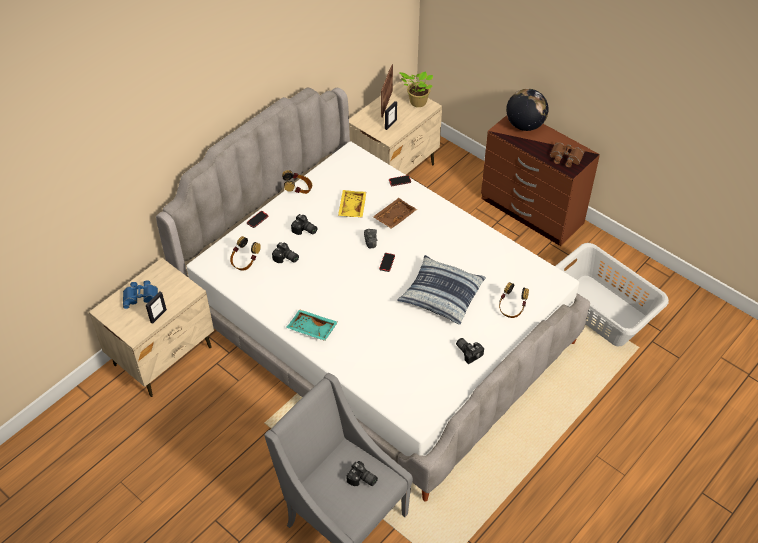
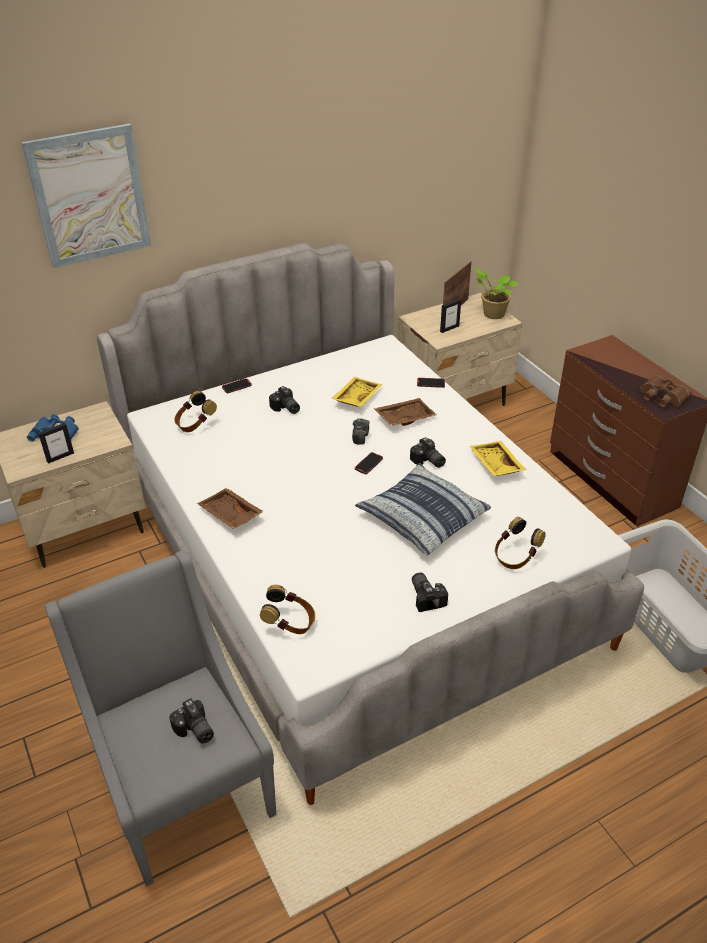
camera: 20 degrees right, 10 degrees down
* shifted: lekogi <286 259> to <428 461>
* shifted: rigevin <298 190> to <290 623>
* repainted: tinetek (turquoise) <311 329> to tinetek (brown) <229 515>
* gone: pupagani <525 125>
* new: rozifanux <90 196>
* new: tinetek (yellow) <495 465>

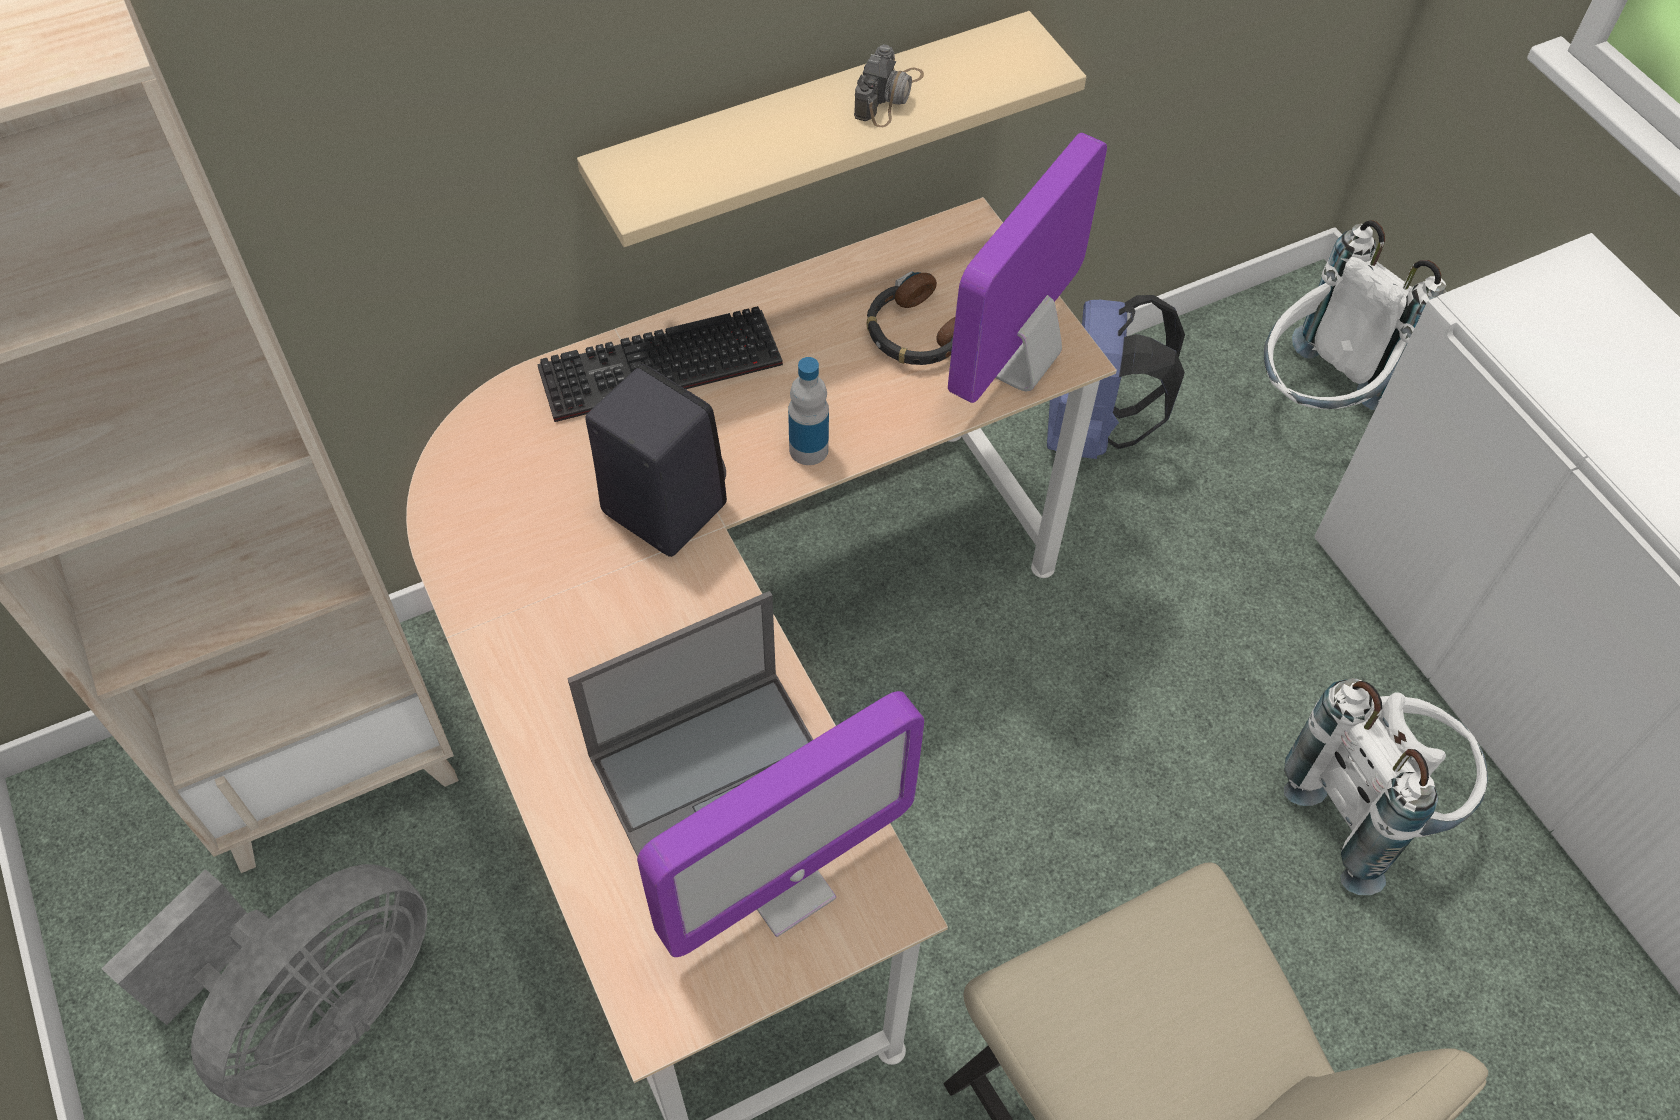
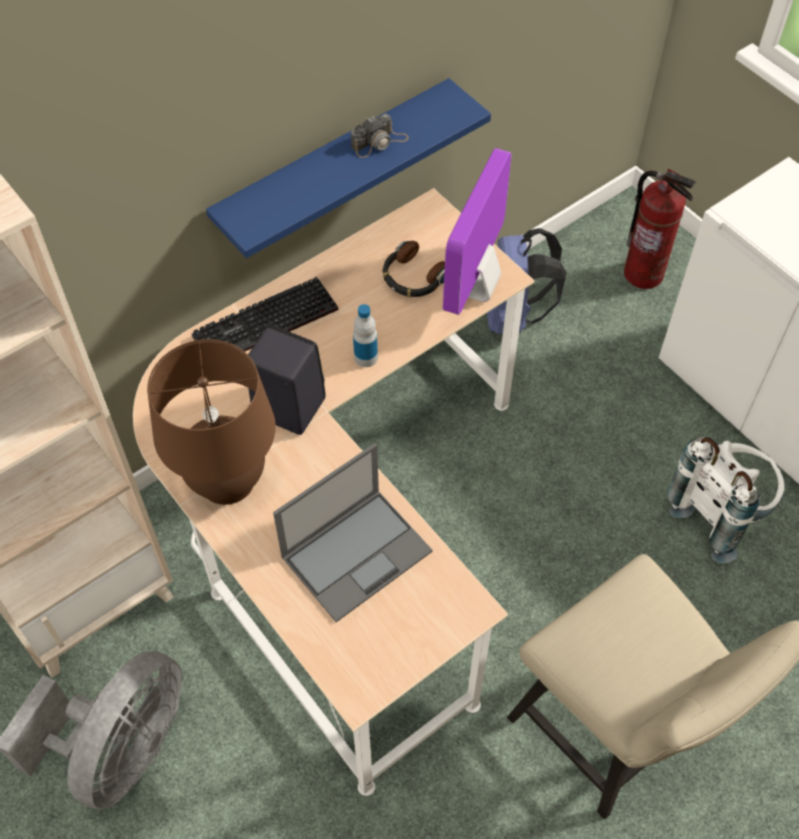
camera: 10 degrees left, 0 degrees up
* repainted: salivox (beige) <812 129> to salivox (blue) <334 168>
* gone: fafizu <784 886>
* rotated: lekogi <889 95> = <379 142> 45 degrees clockwise
* swapped: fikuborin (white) <1315 400> to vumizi <643 274>
* new: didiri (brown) <227 480>

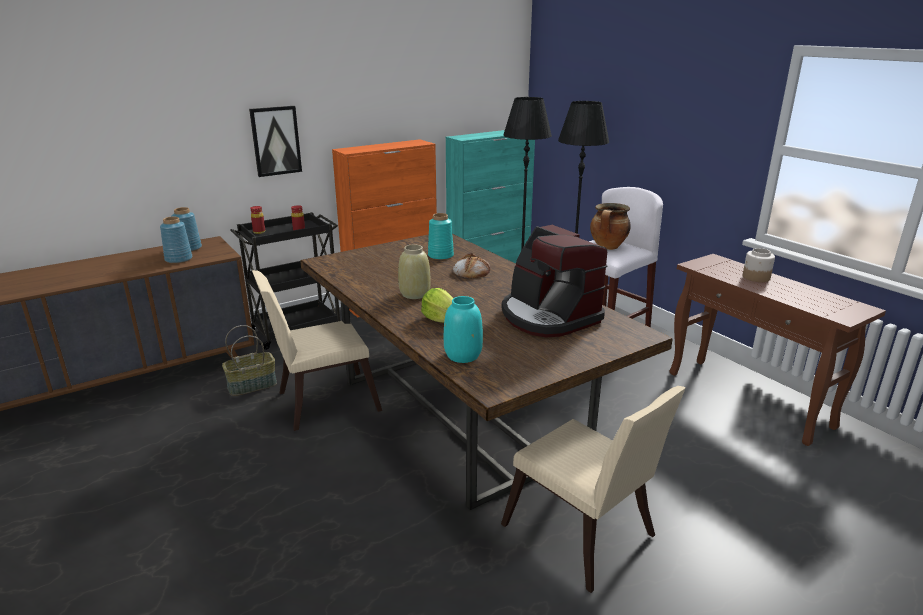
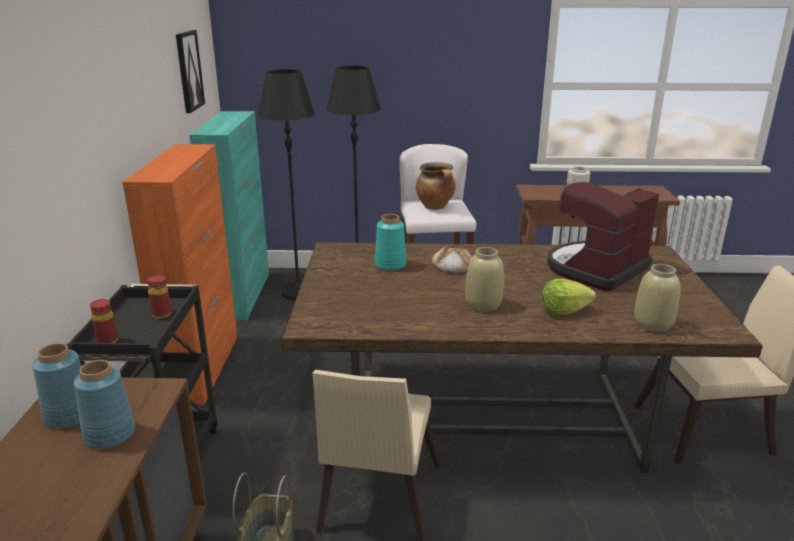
camera: 55 degrees left, 0 degrees up
* shifted: rozifanux <275 141> to <189 71>
* repainted: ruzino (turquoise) <463 356> to ruzino (beige) <653 325>
* rotated: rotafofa <548 316> = <595 269> 135 degrees clockwise

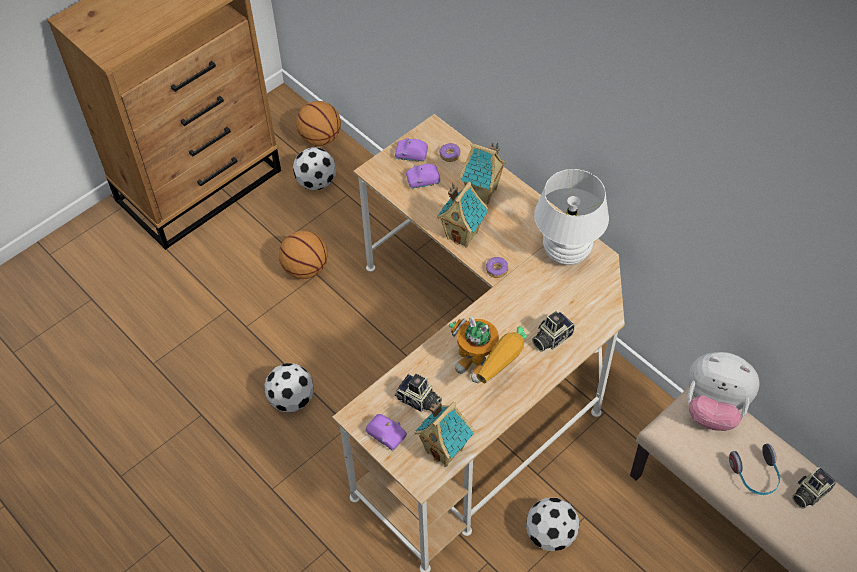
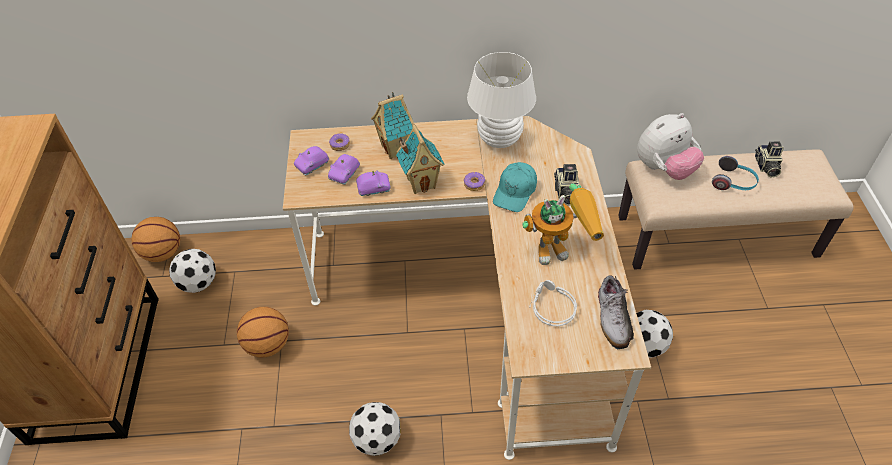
camera: 50 degrees left, 5 degrees down
* shifted: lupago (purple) <386 434> to <373 188>
* swapped: lekogi <419 401> to rigevin (grey) <550 306>
* swapped: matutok <445 450> to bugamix <613 318>
* new: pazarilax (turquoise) <515 192>

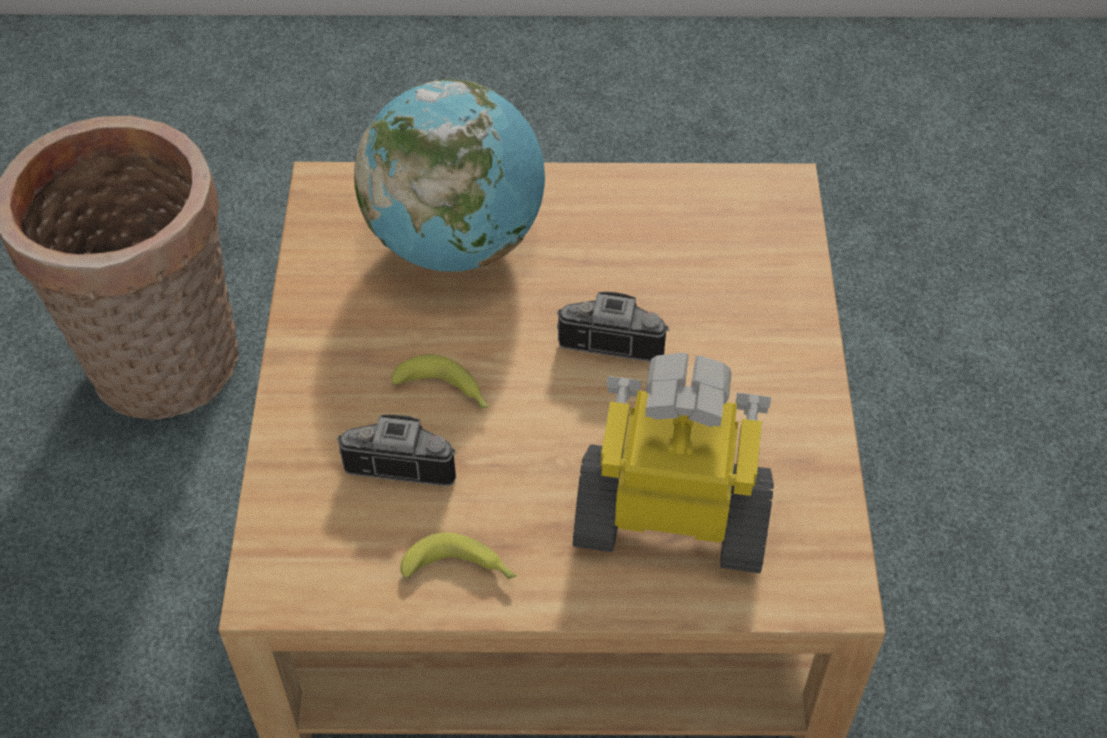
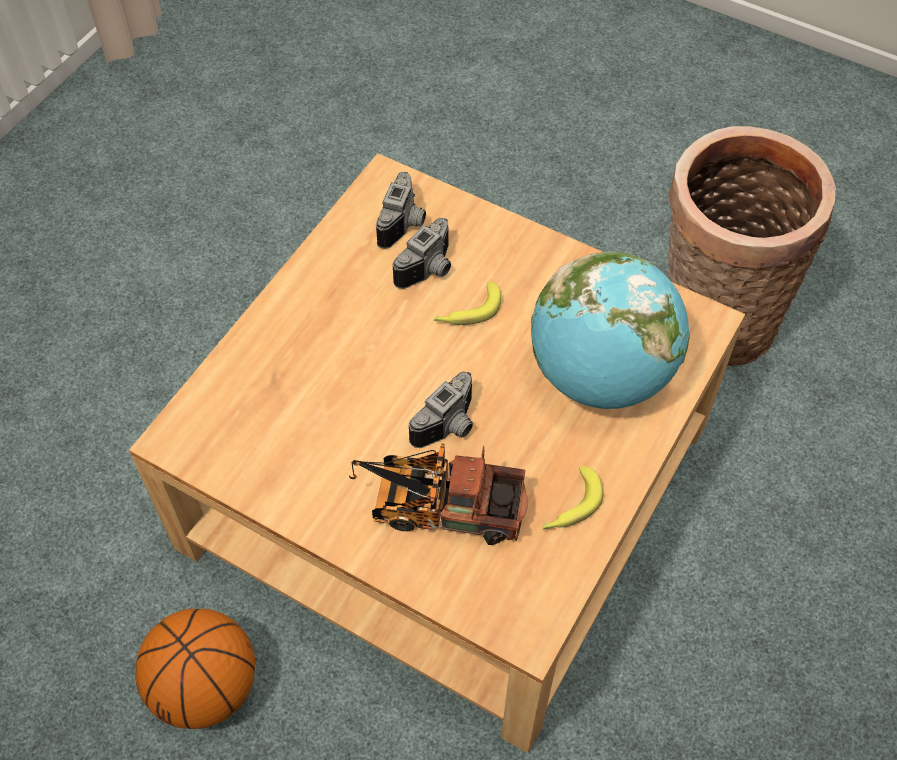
camera: 120 degrees right, 5 degrees up
* shifted: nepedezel <461 570> to <570 506>
* gone: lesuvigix <673 516>
* new: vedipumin <205 687>
* new: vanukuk <438 507>
* new: lekogi <405 224>

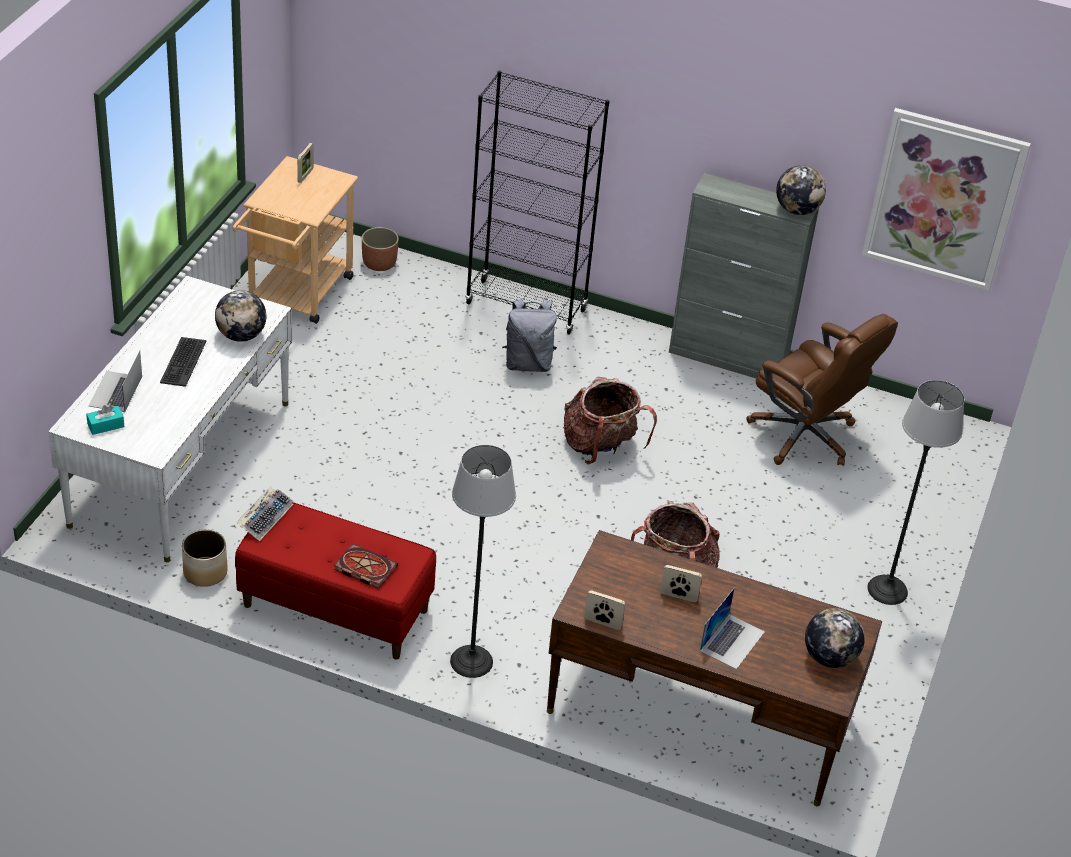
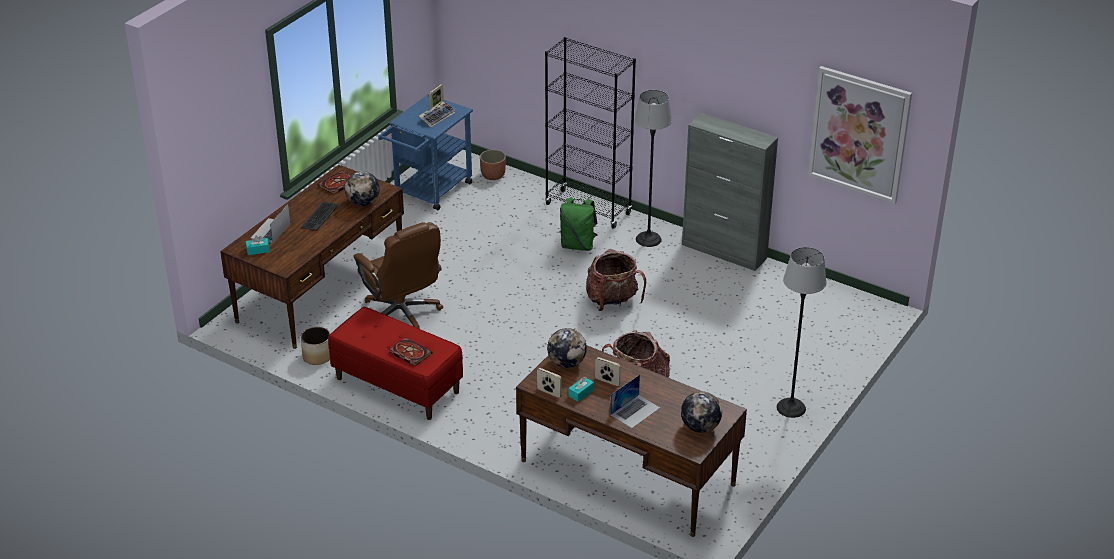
camera: 15 degrees right, 5 degrees down
* repainted: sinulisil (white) <181 463> to sinulisil (brown) <321 290>
* repainted: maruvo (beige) <296 296> to maruvo (blue) <429 192>
* shifted: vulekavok <265 517> to <437 116>
* shifted: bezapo <471 661> to <648 239>
* repainted: fikuborin (grey) <528 363> to fikuborin (green) <578 245>
* shifted: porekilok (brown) <805 436> to <402 314>
* shifted: pupagani <797 210> to <566 363>
* new: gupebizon <337 184>
* new: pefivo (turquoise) <581 393>

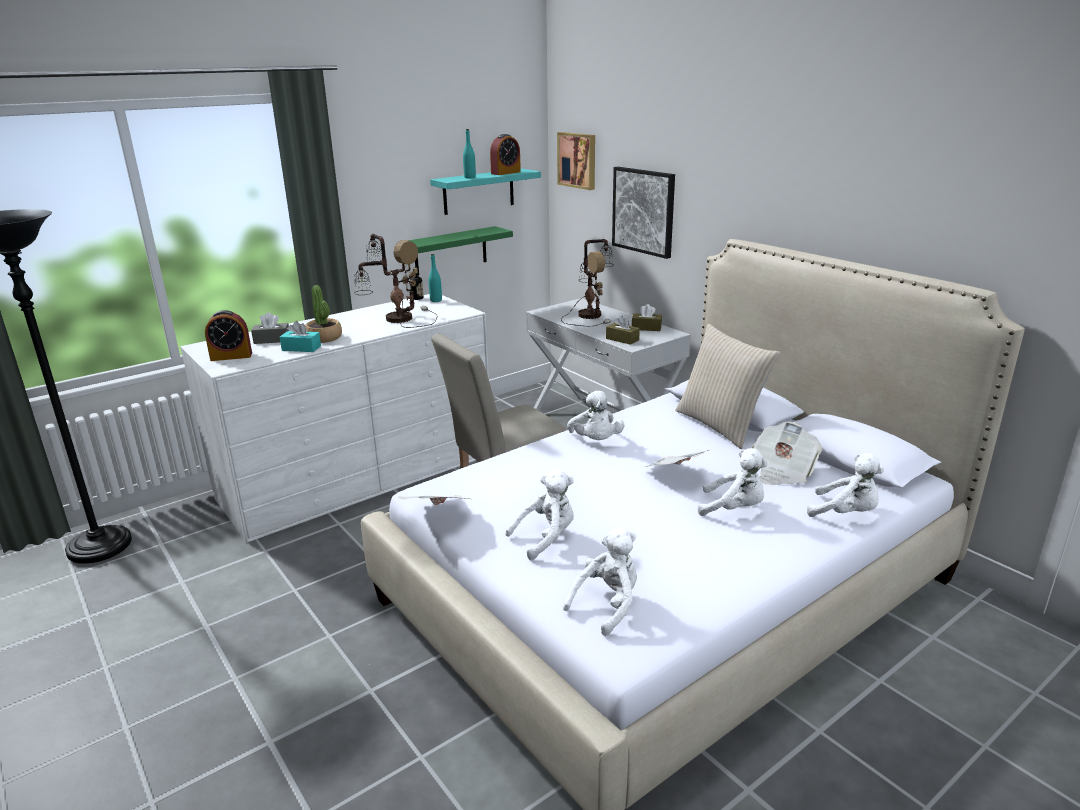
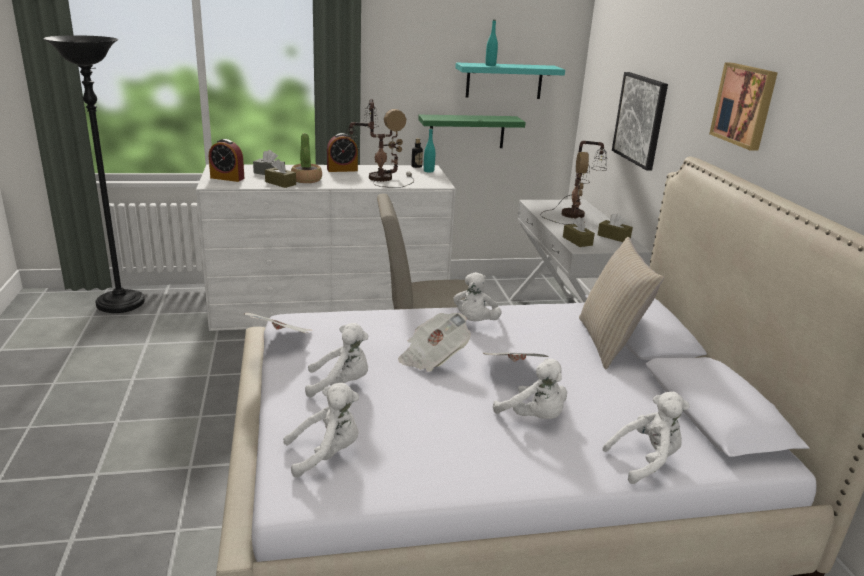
camera: 25 degrees right, 0 degrees up
* repainted: pefivo (turquoise) <301 348> to pefivo (brown) <280 183>
* shifted: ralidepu <505 173> to <342 170>
* shifted: rozifanux <578 160> to <745 105>
* shifted: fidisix <782 471> to <432 358>
* rotated: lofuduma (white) <845 513> = <646 461> 75 degrees counterclockwise

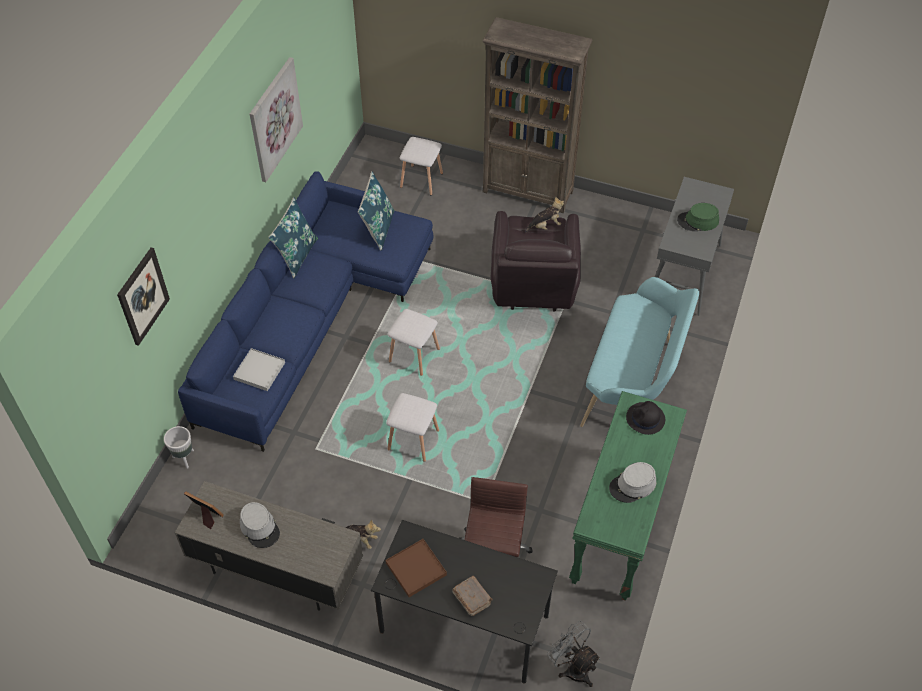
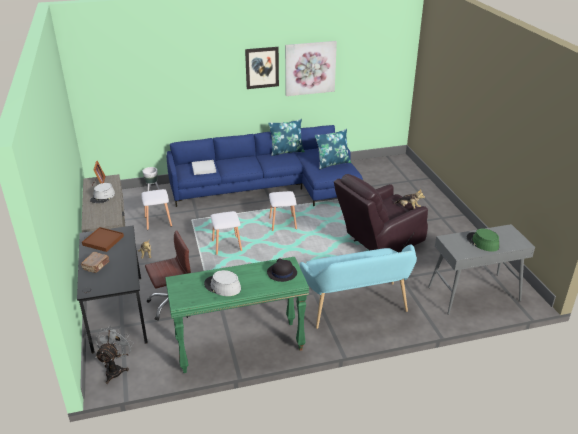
camera: 55 degrees right, 20 degrees down
* shifted: rozifanux <143 296> to <262 67>
* shifted: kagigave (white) <422 180> to <158 222>
* gone: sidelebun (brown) <528 192>

